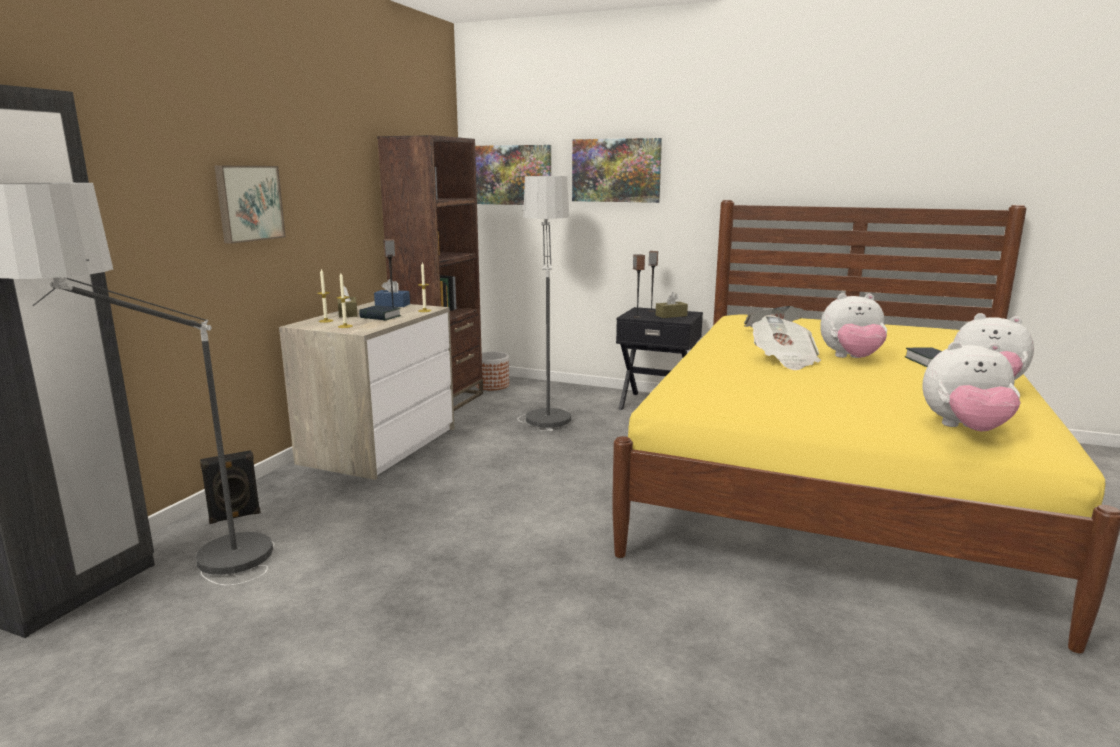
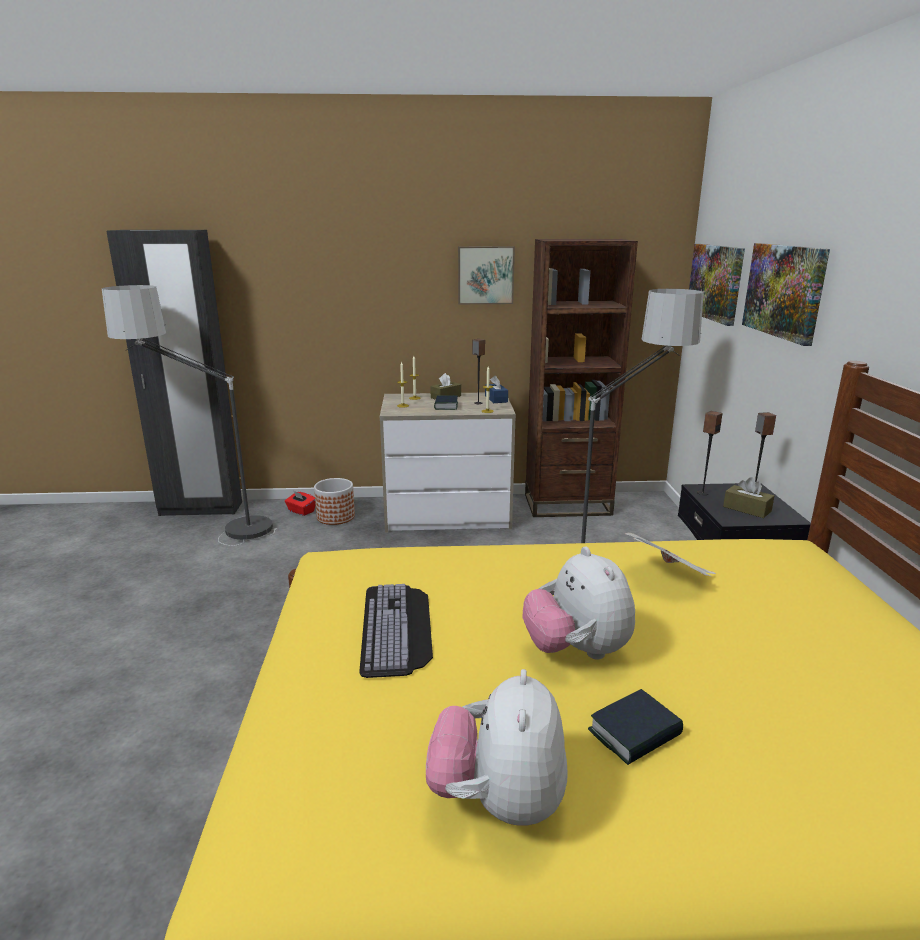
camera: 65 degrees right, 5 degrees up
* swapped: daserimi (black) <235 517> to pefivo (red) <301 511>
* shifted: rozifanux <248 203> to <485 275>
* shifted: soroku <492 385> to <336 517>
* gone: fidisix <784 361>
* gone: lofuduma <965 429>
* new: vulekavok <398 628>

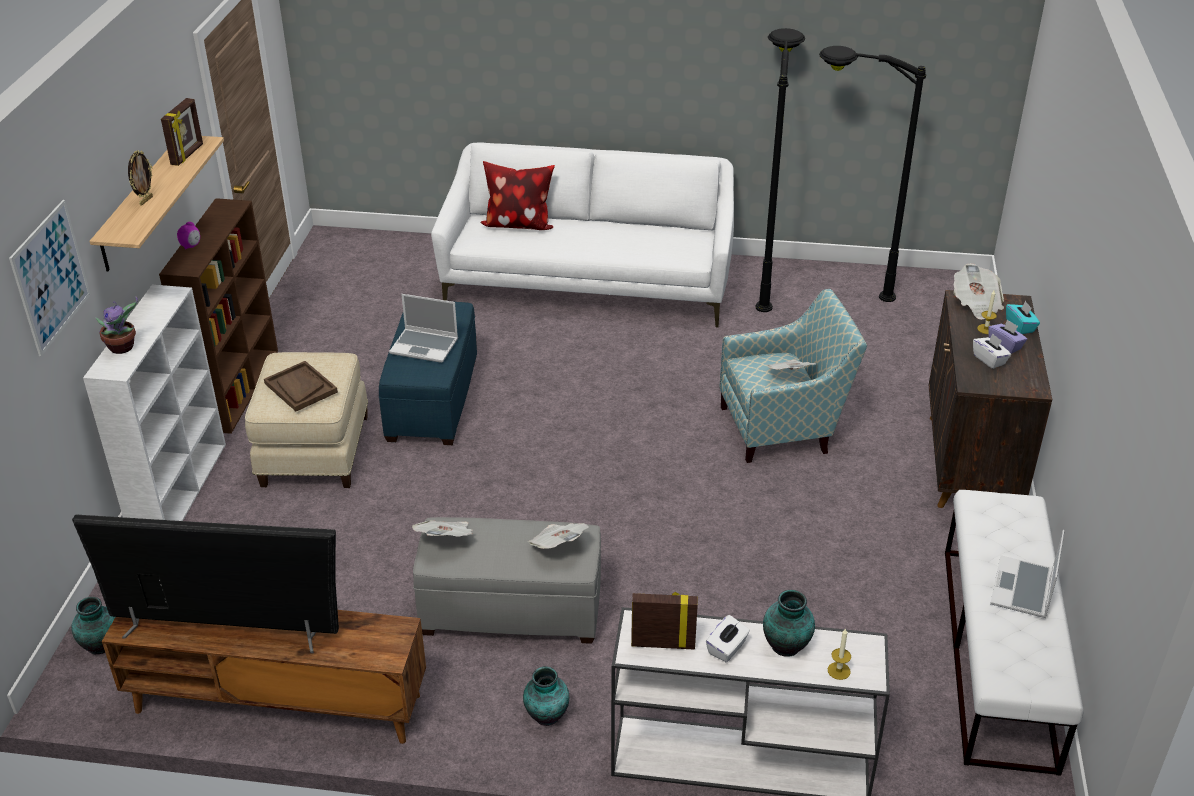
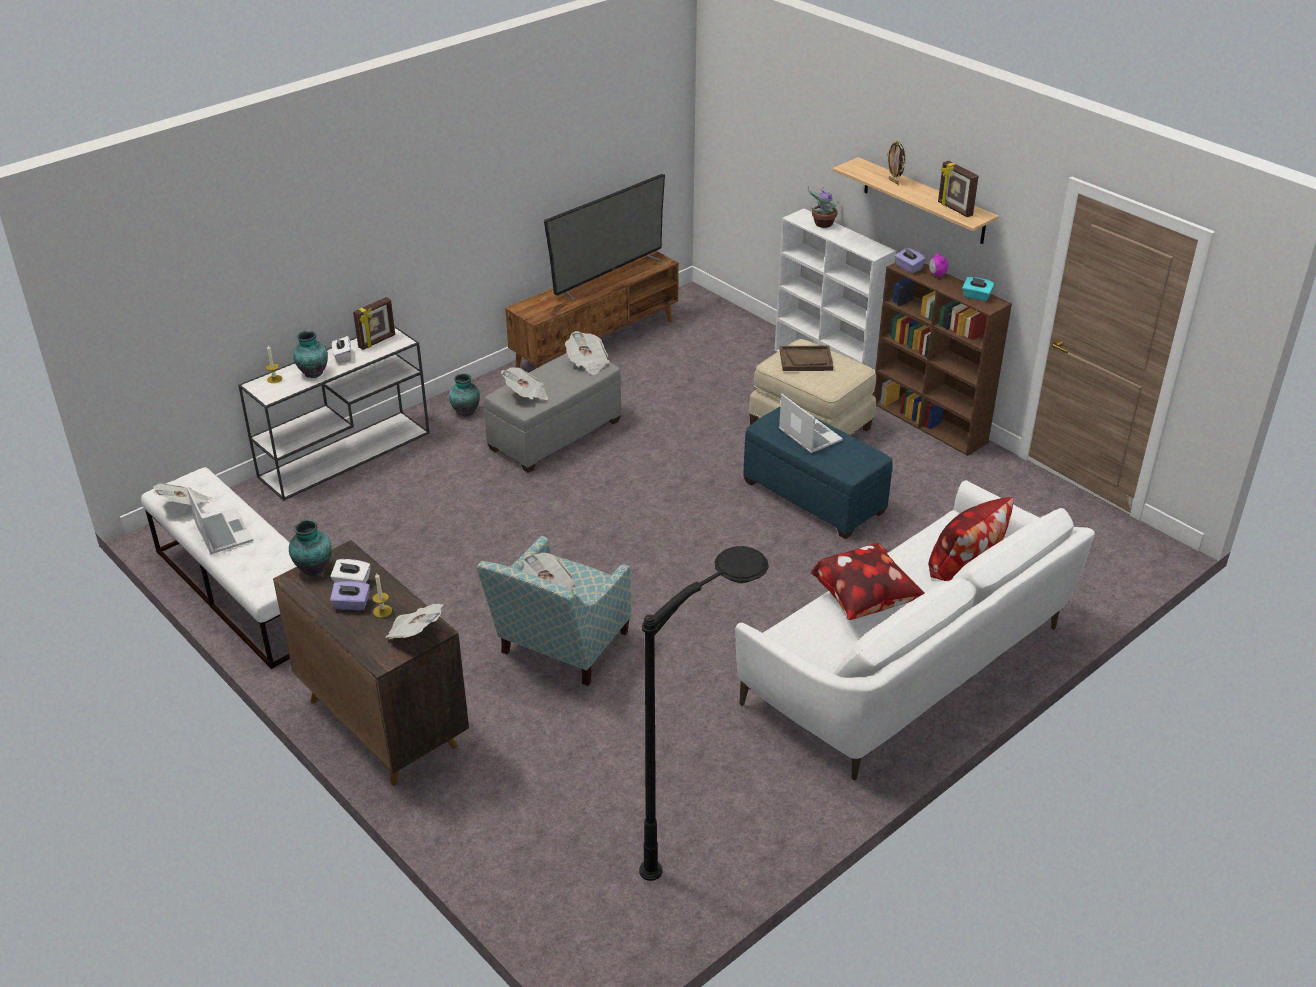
camera: 130 degrees right, 0 degrees up
* gone: rozifanux <51 277>
* shifted: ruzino <102 645> to <313 569>
* rotated: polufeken <425 346> = <808 435> 90 degrees clockwise
* gone: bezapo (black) <766 279>
* shifted: pefivo (turquoise) <1020 326> to <976 296>
* new: fidisix <184 505>
* new: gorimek <865 602>
* new: pefivo (purple) <908 268>

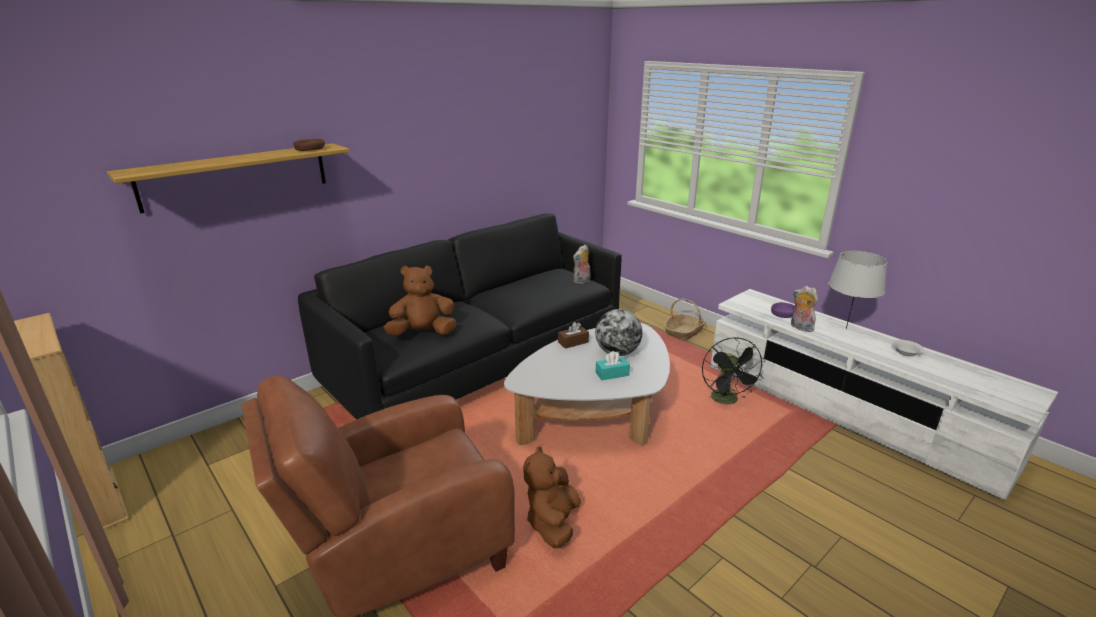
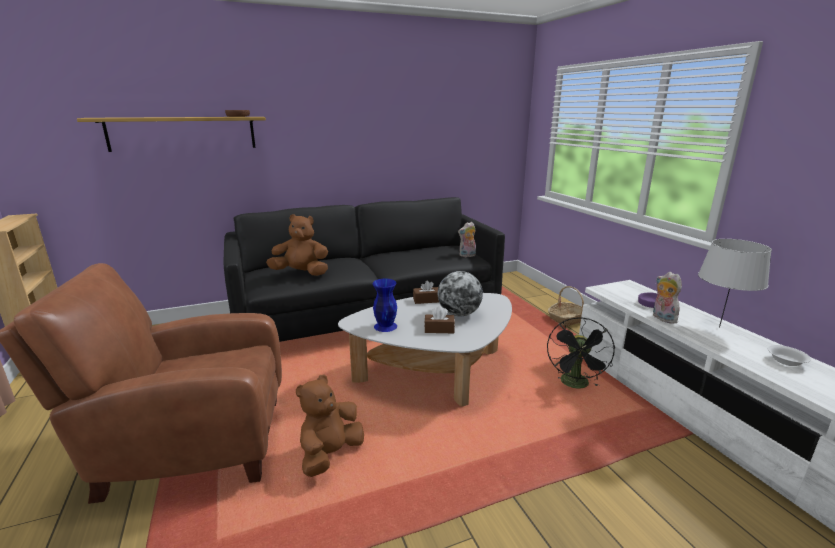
camera: 20 degrees right, 5 degrees down
* repainted: pefivo (turquoise) <612 374> to pefivo (brown) <439 329>
* new: ruzino (blue) <385 326>

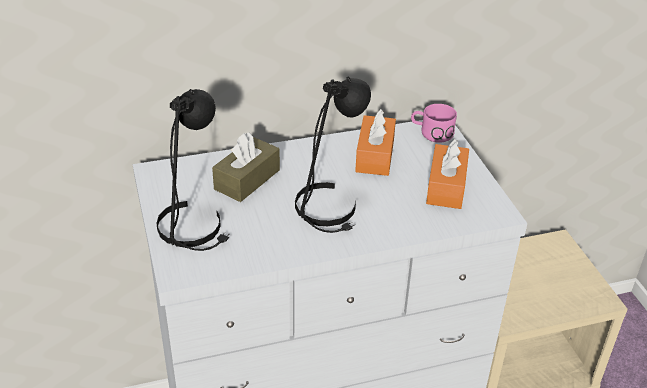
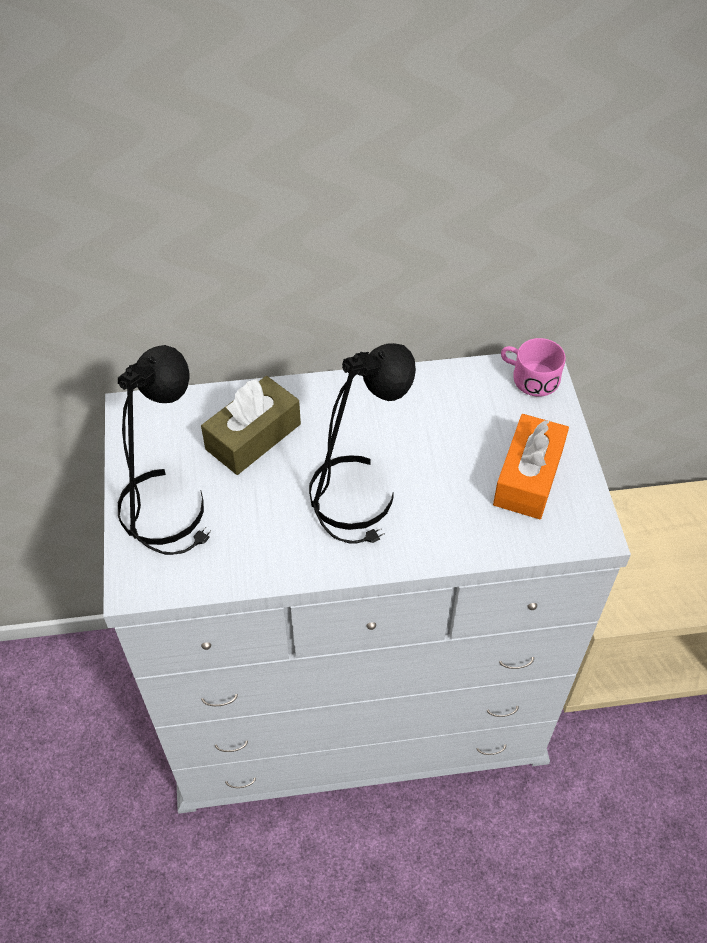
camera: 10 degrees right, 15 degrees up
* gone: pefivo (orange) <375 156>

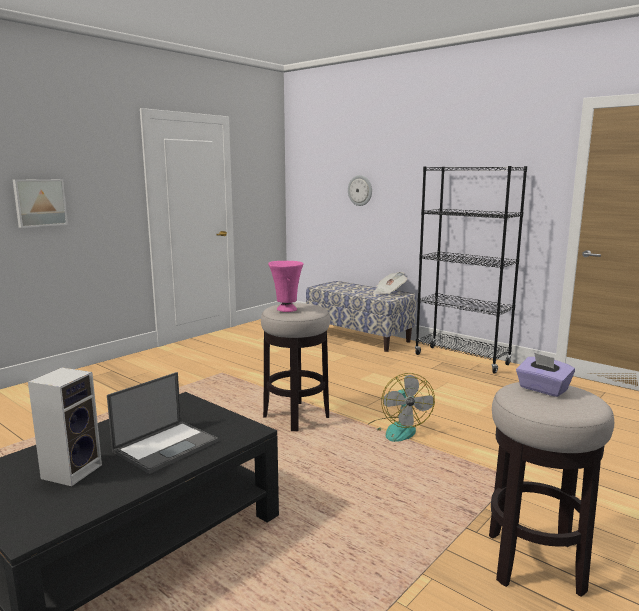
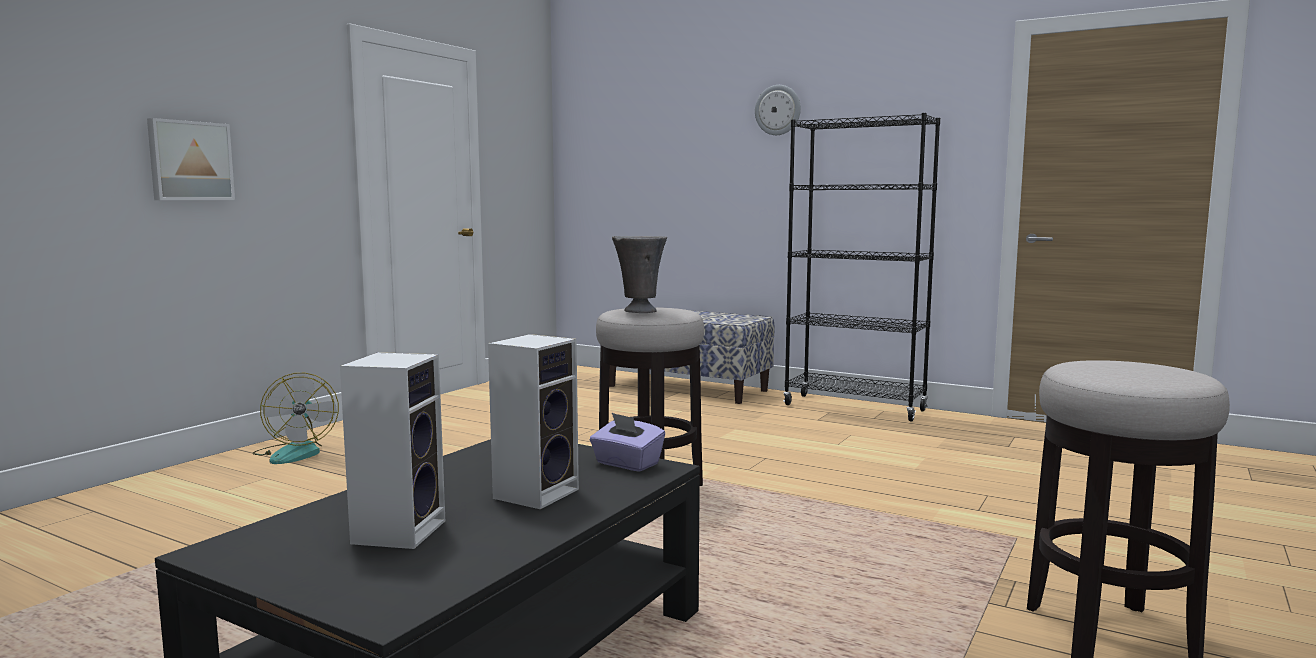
camera: 10 degrees left, 5 degrees down
* swapped: polufeken <166 446> to daserimi <537 492>
* repainted: ruzino (pink) <286 309> to ruzino (grey) <639 311>
* shifted: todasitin <360 190> to <778 110>
* shifted: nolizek <397 429> to <296 452>
* gone: fidisix <389 292>
* shifted: pefivo (purple) <542 389> to <627 464>

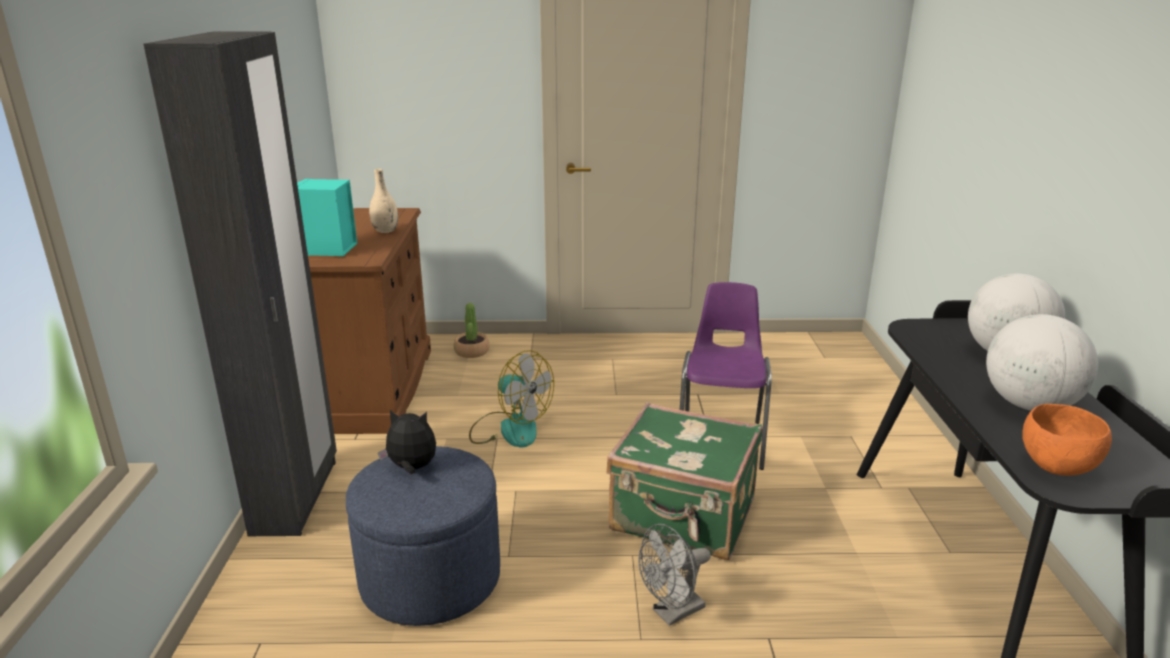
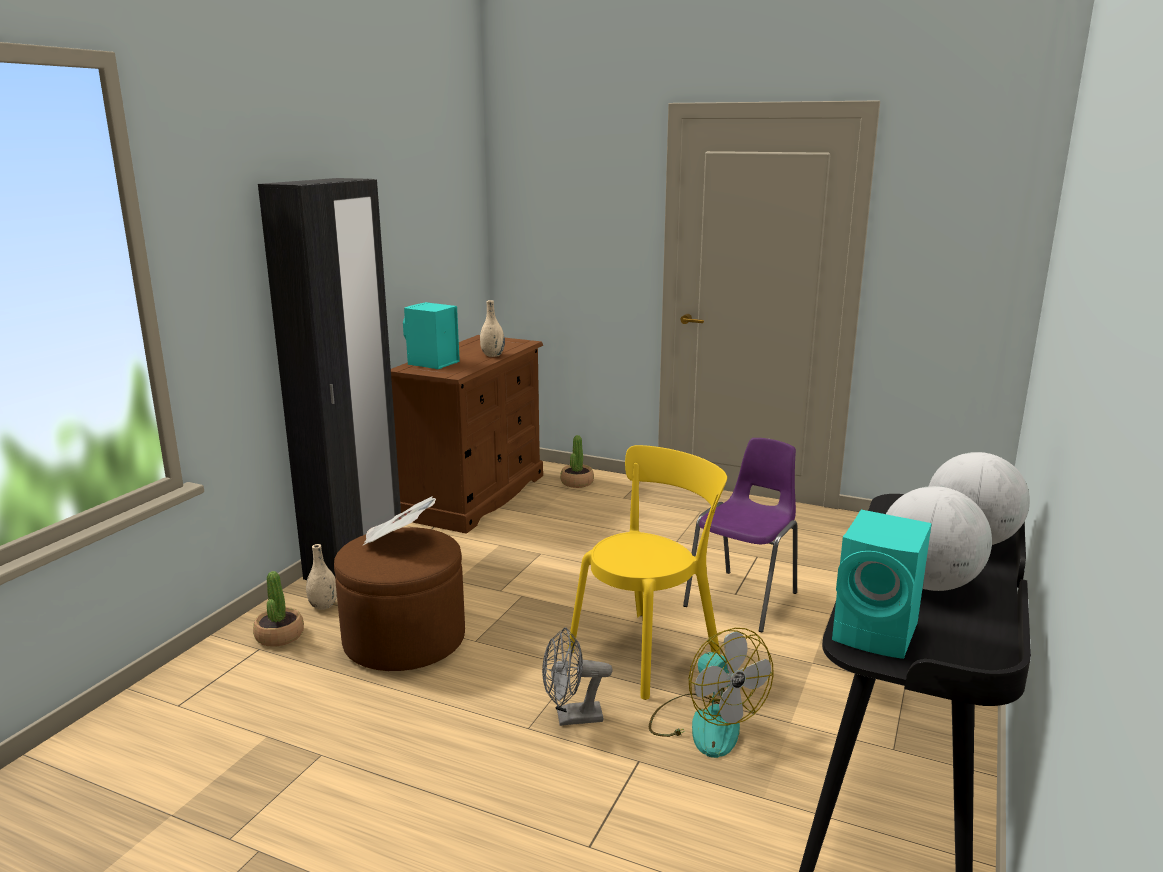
camera: 25 degrees right, 5 degrees down
* repainted: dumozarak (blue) <430 578> to dumozarak (brown) <404 640>
* swapped: lofuduma <412 468> to fidisix <398 539>
* shifted: nolizek <509 428> to <705 724>
* swapped: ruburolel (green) <683 517> to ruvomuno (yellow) <648 651>
* swapped: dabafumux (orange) <1057 467> to daserimi (turquoise) <878 633>
* new: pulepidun <279 636>
* new: ruzino (beige) <323 606>

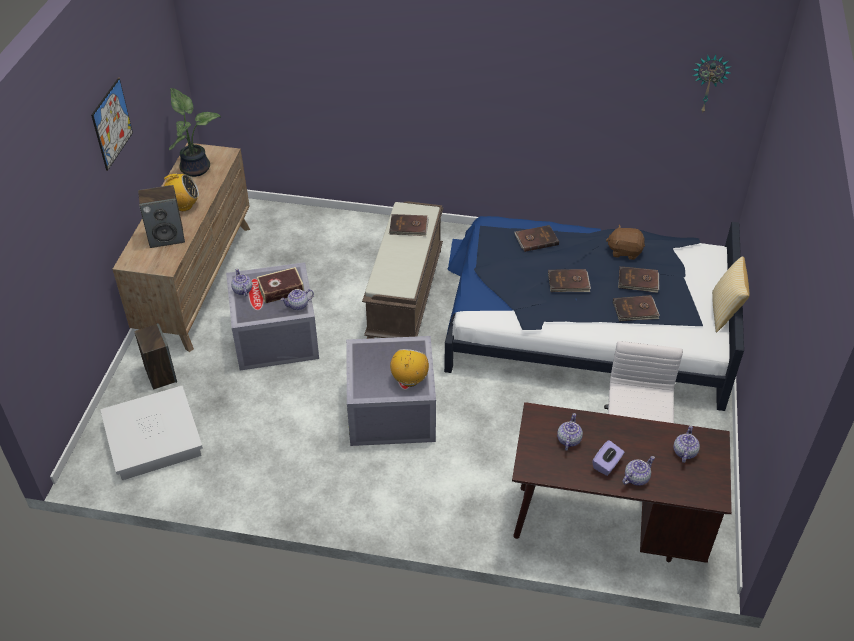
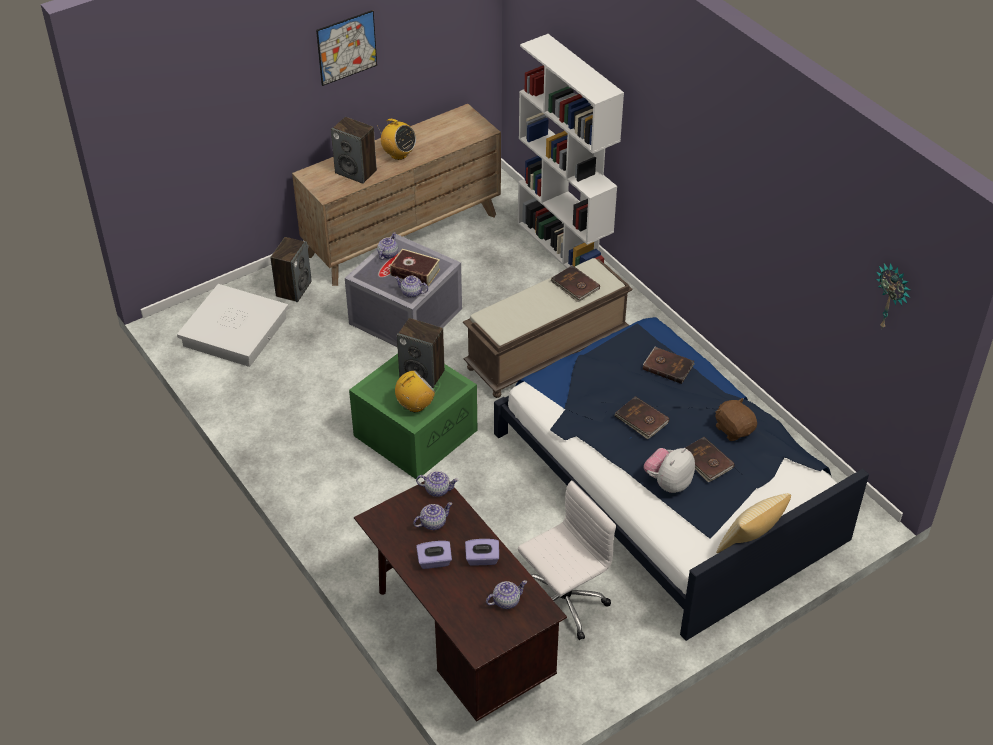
camera: 45 degrees right, 0 degrees up
* gone: pulepidun <196 168>
* repainted: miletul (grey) <390 410> to miletul (green) <415 431>
* swapped: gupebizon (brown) <635 310> to lofuduma <668 483>
* shifted: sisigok <636 478> to <437 490>
* new: daserimi <422 374>
* new: pefivo (purple) <482 559>
* new: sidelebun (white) <564 247>

